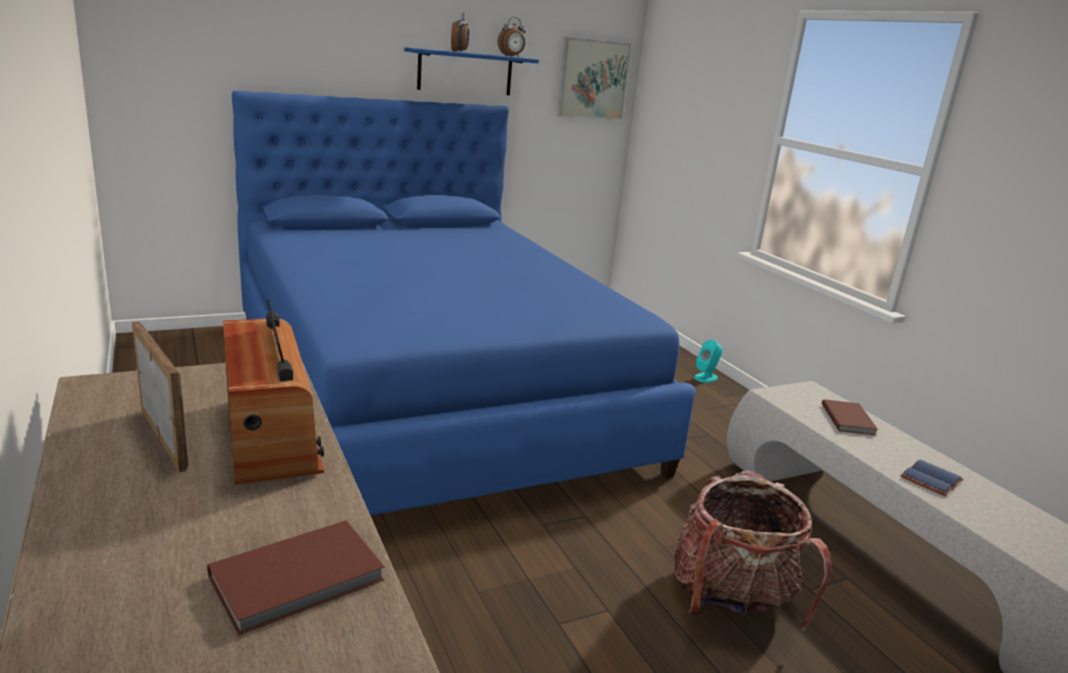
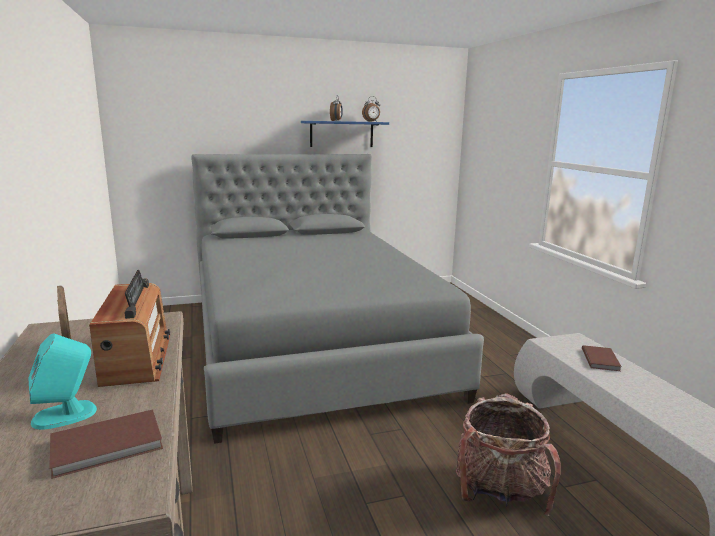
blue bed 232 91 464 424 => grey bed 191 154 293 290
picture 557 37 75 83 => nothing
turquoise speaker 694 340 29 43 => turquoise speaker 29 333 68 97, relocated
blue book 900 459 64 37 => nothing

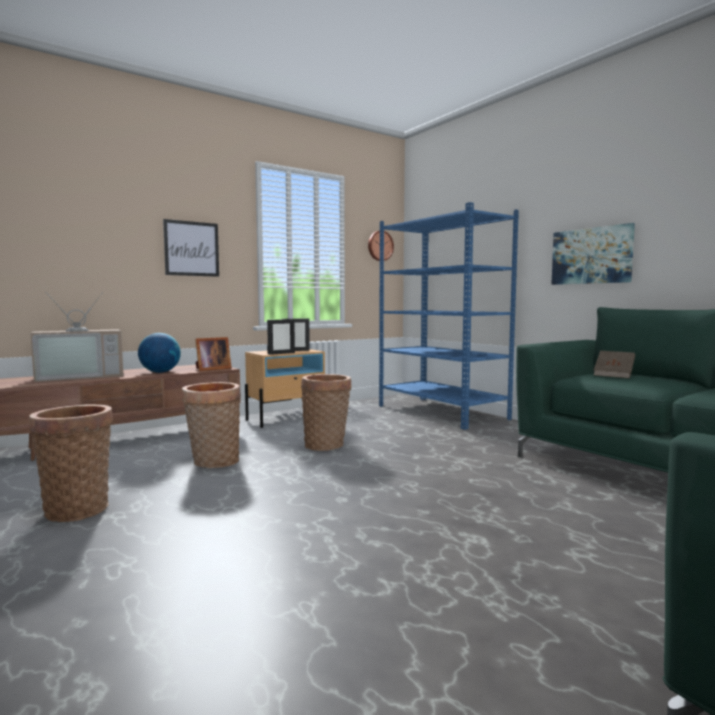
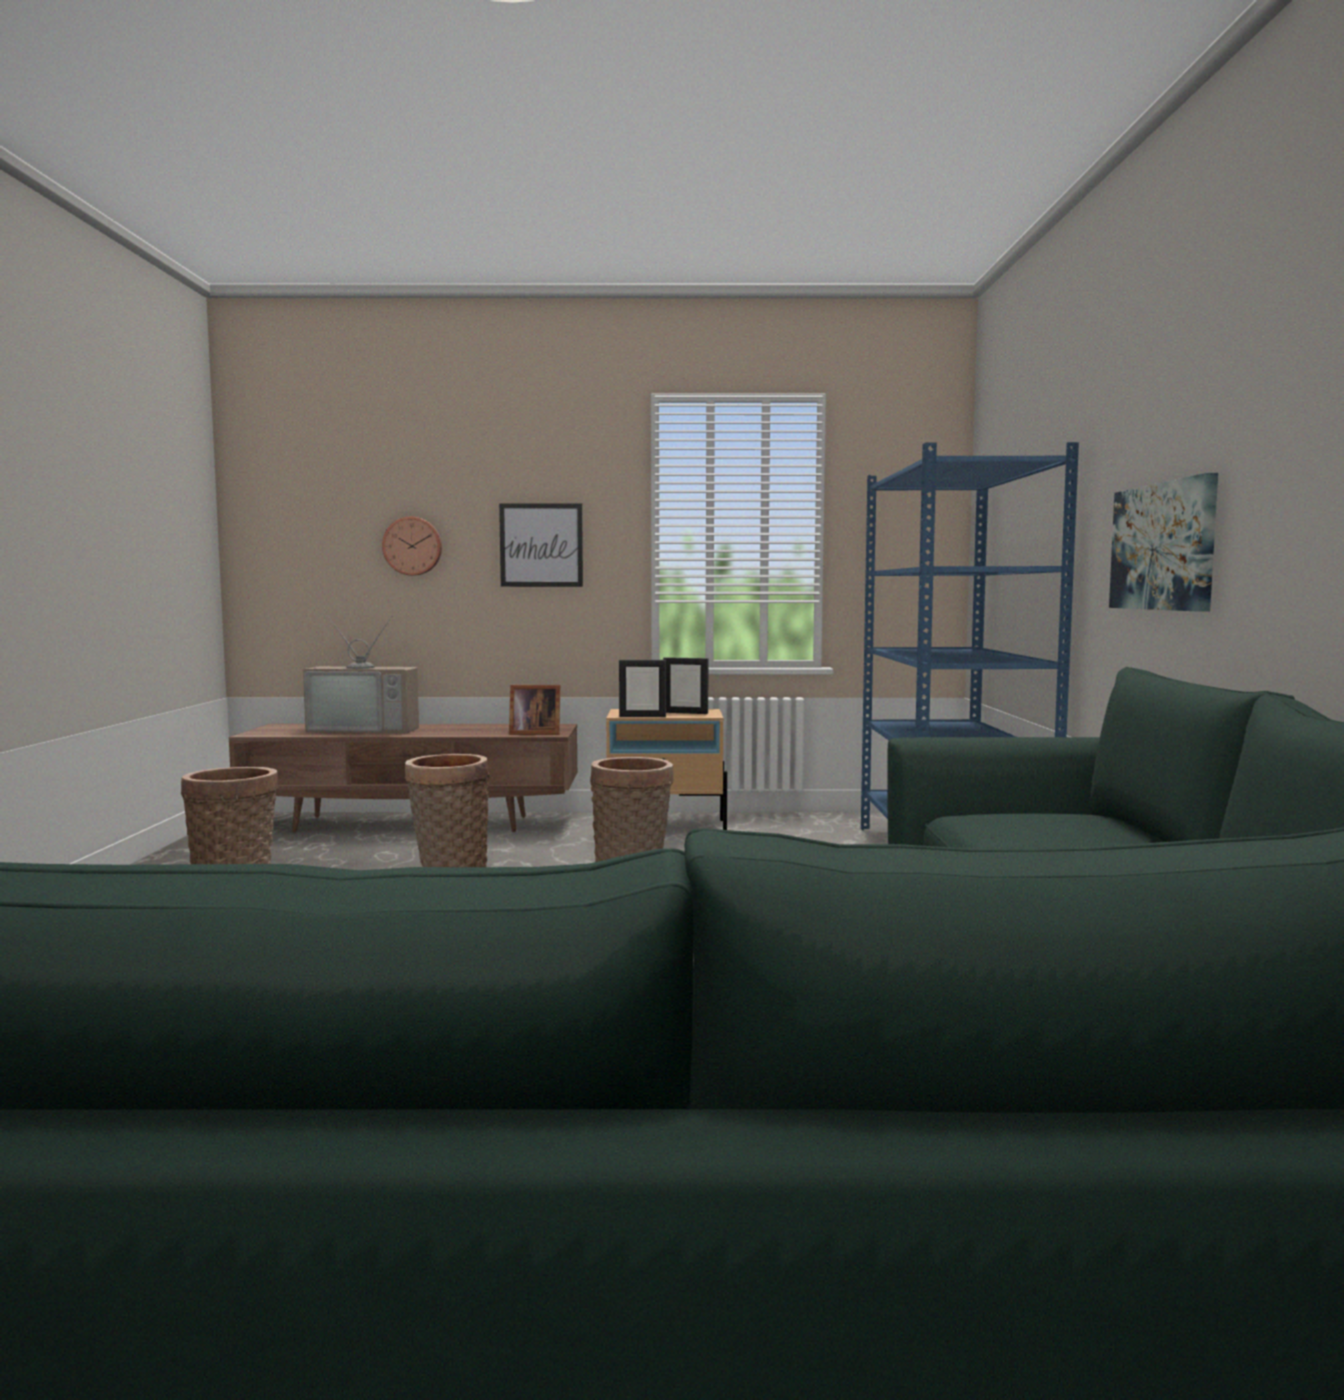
globe 138 333 43 40 => nothing
wall clock 368 231 26 30 => wall clock 382 517 60 59, relocated
brown book 594 351 41 27 => nothing

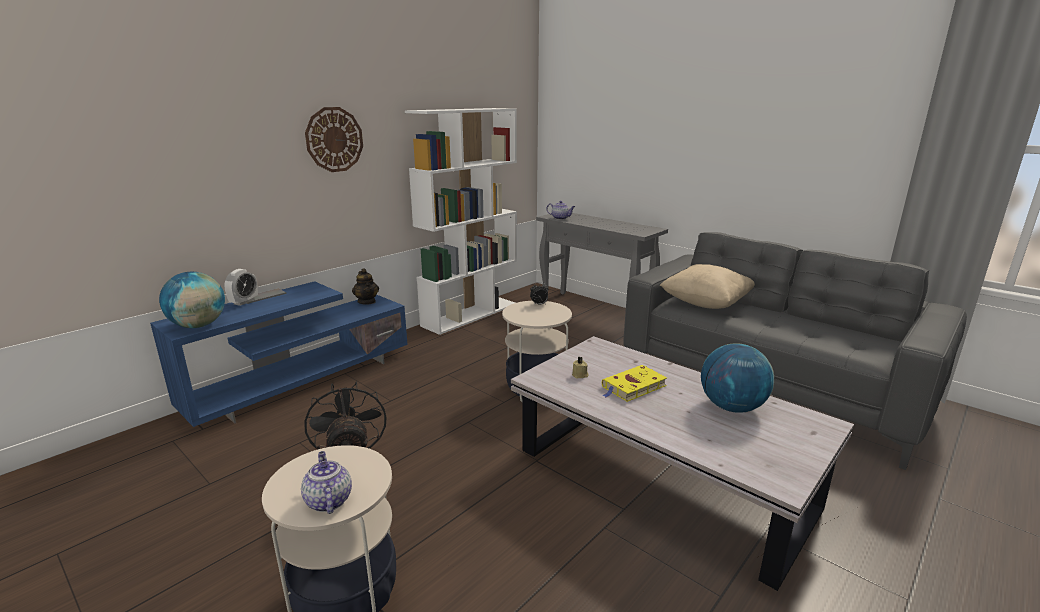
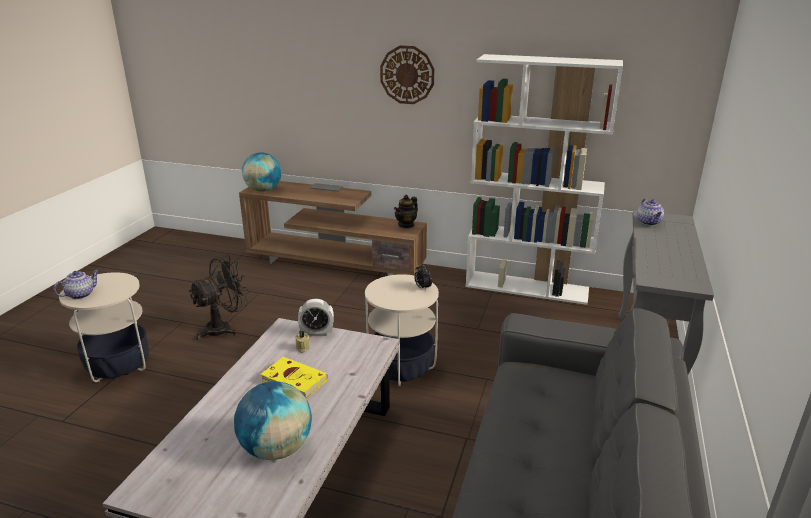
blue tv stand 150 281 258 146 => brown tv stand 239 181 188 95
alarm clock 224 269 34 37 => alarm clock 298 299 36 37, relocated
beige pillow 659 264 96 45 => nothing

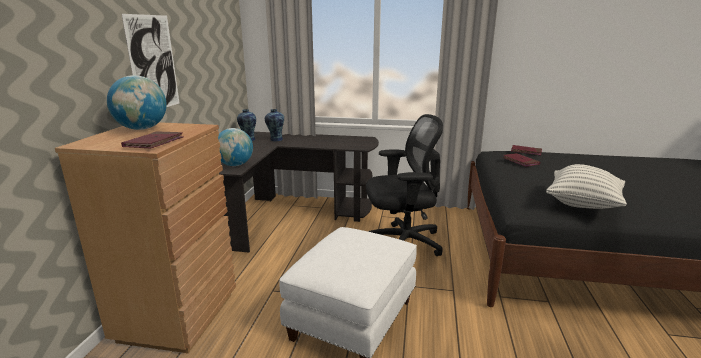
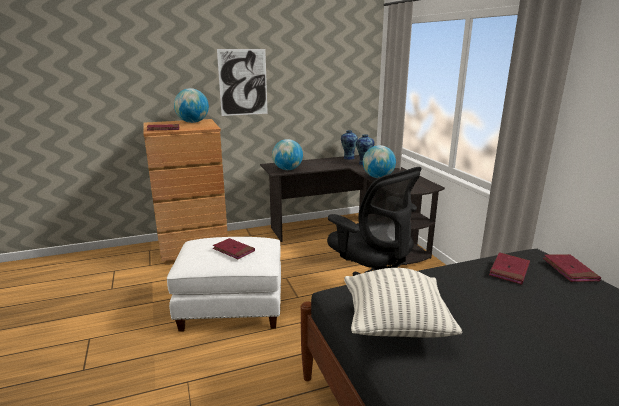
nothing => red book 212 238 43 21
nothing => globe 363 145 33 33

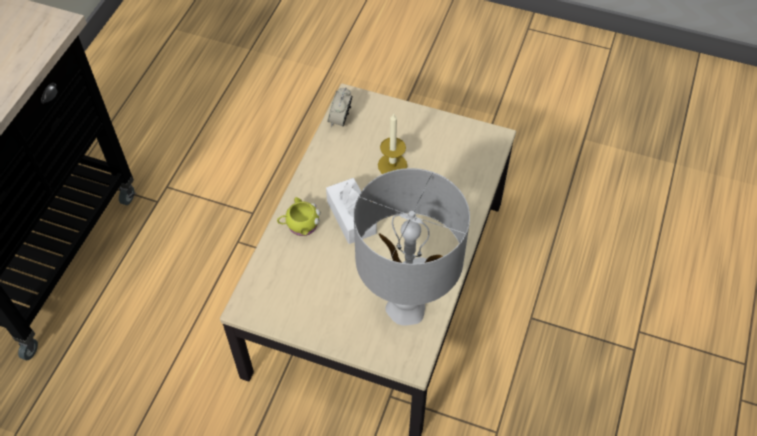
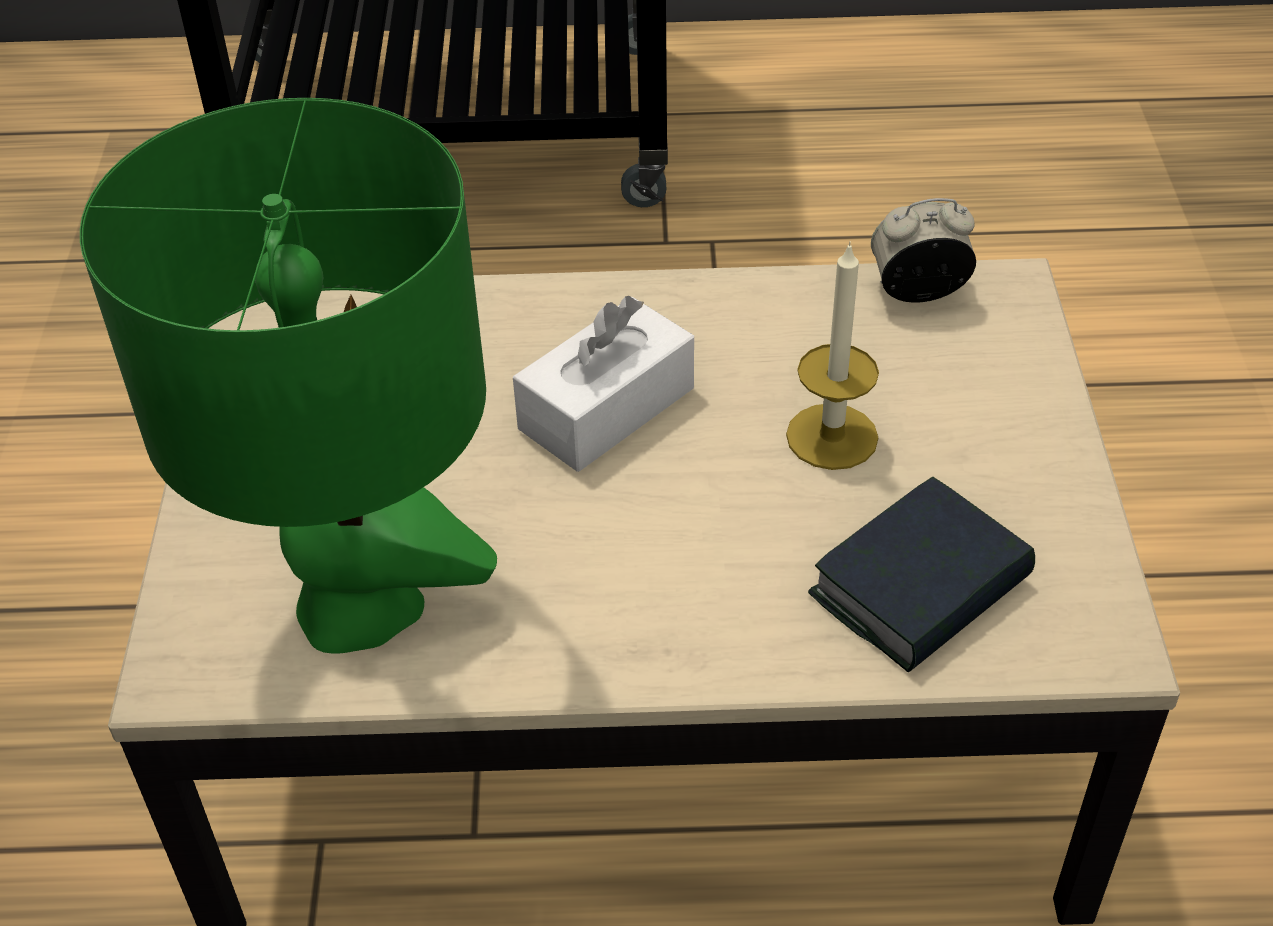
yellow mug 277 197 44 39 => nothing
grey table lamp 354 168 116 158 => green table lamp 80 98 417 555
nothing => book 808 477 227 195

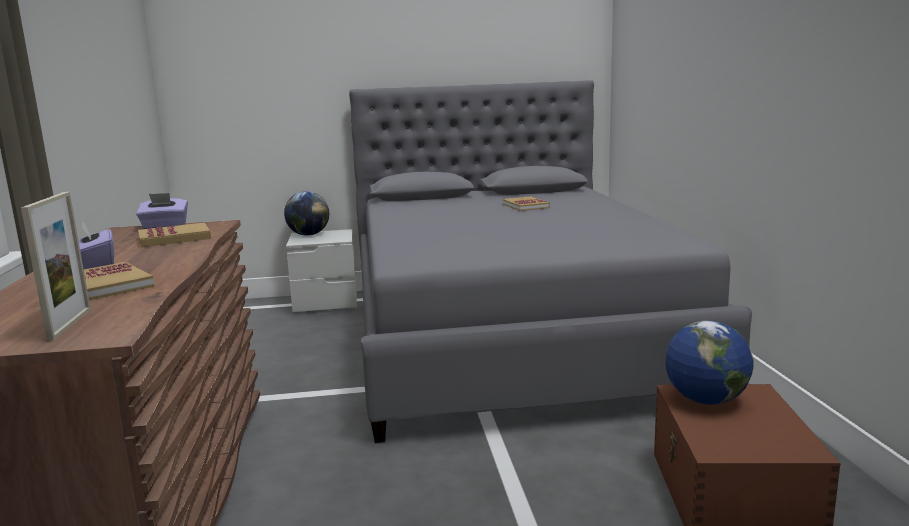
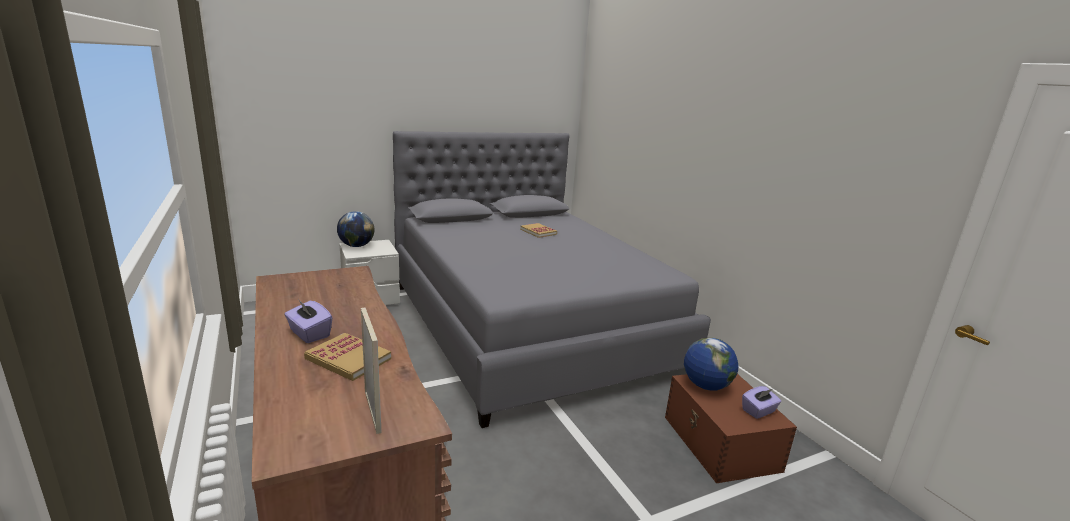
purple tissue box 136 193 52 36 => purple tissue box 742 386 39 33, relocated
book 138 223 73 24 => nothing

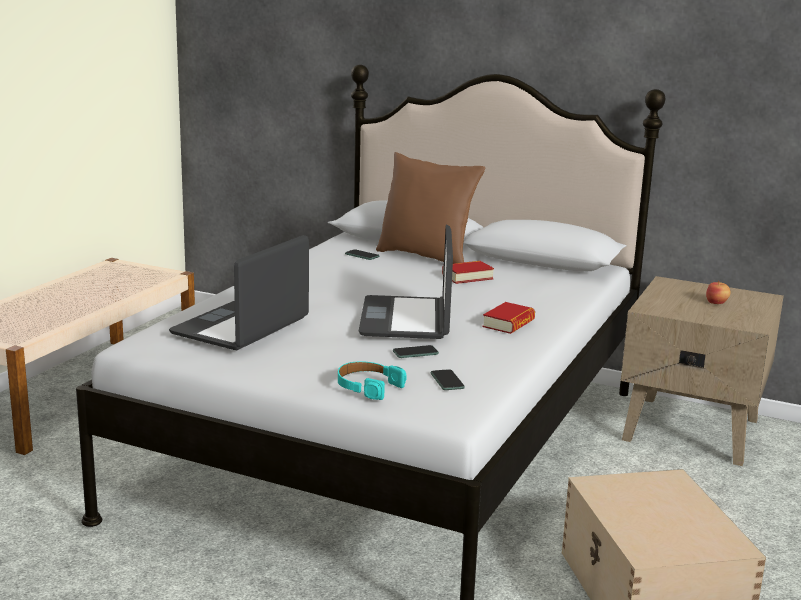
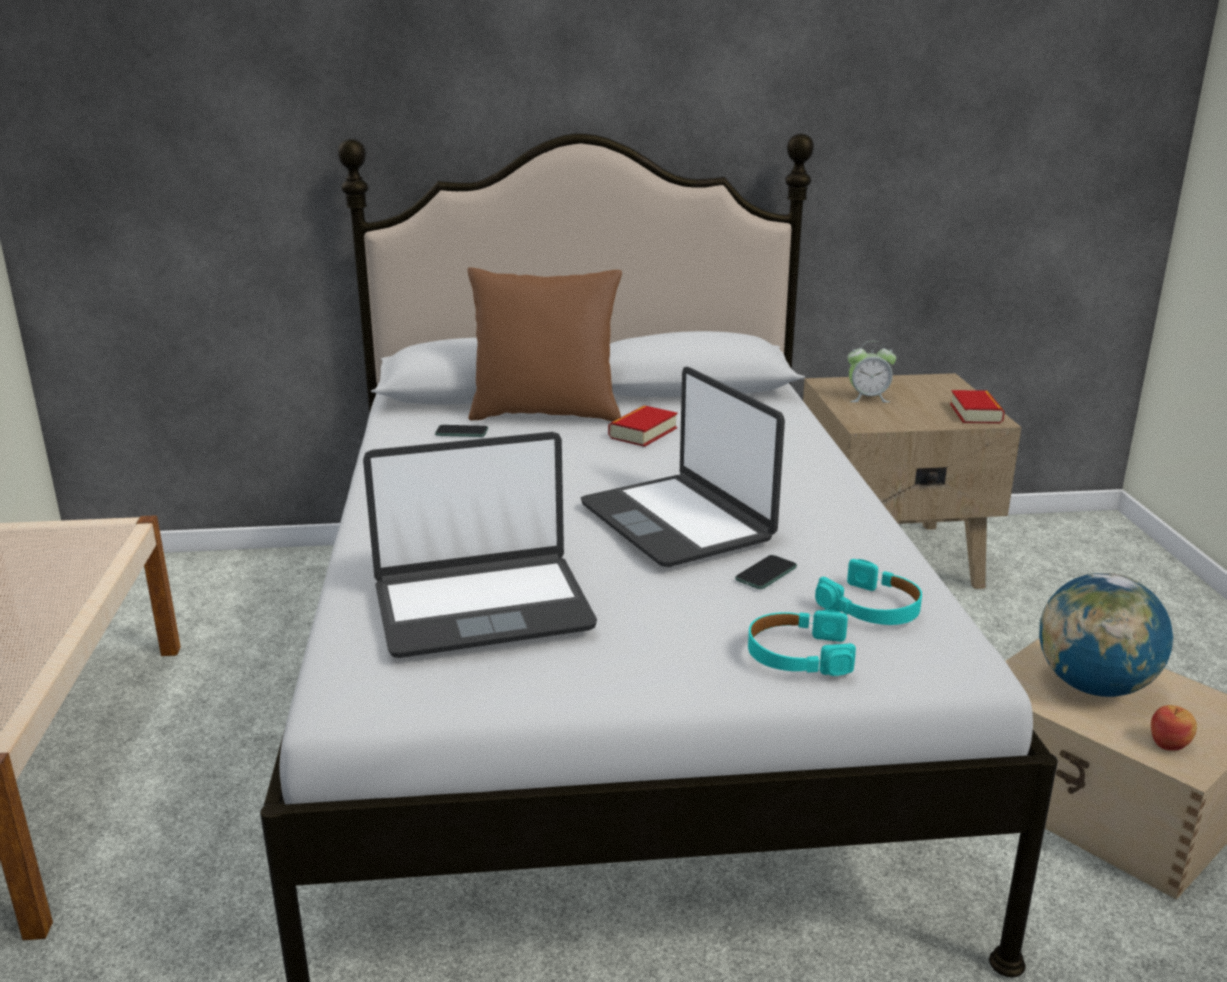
laptop 169 235 140 115 => laptop 363 432 234 226, 105 degrees counterclockwise
phone 431 369 34 21 => turquoise headphones 815 559 107 66
book 482 302 53 32 => book 950 390 55 34, relocated
apple 706 281 25 23 => apple 1151 705 46 46, relocated
nothing => alarm clock 848 341 48 61
nothing => globe 1039 573 134 124

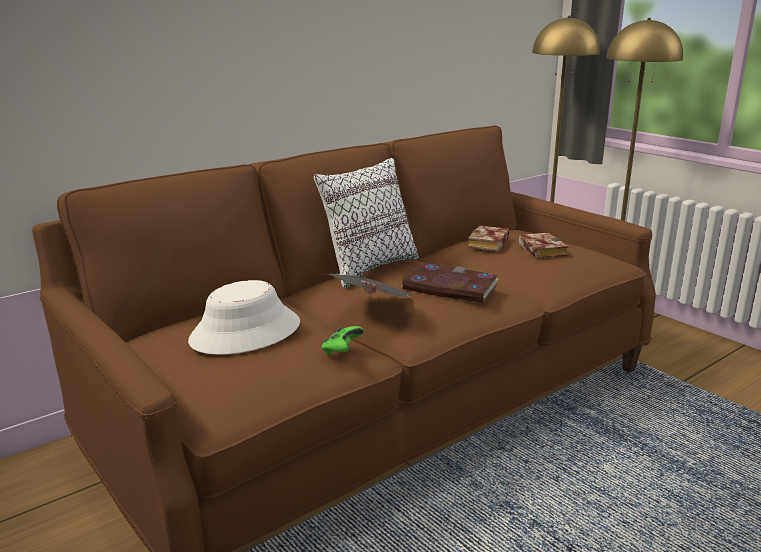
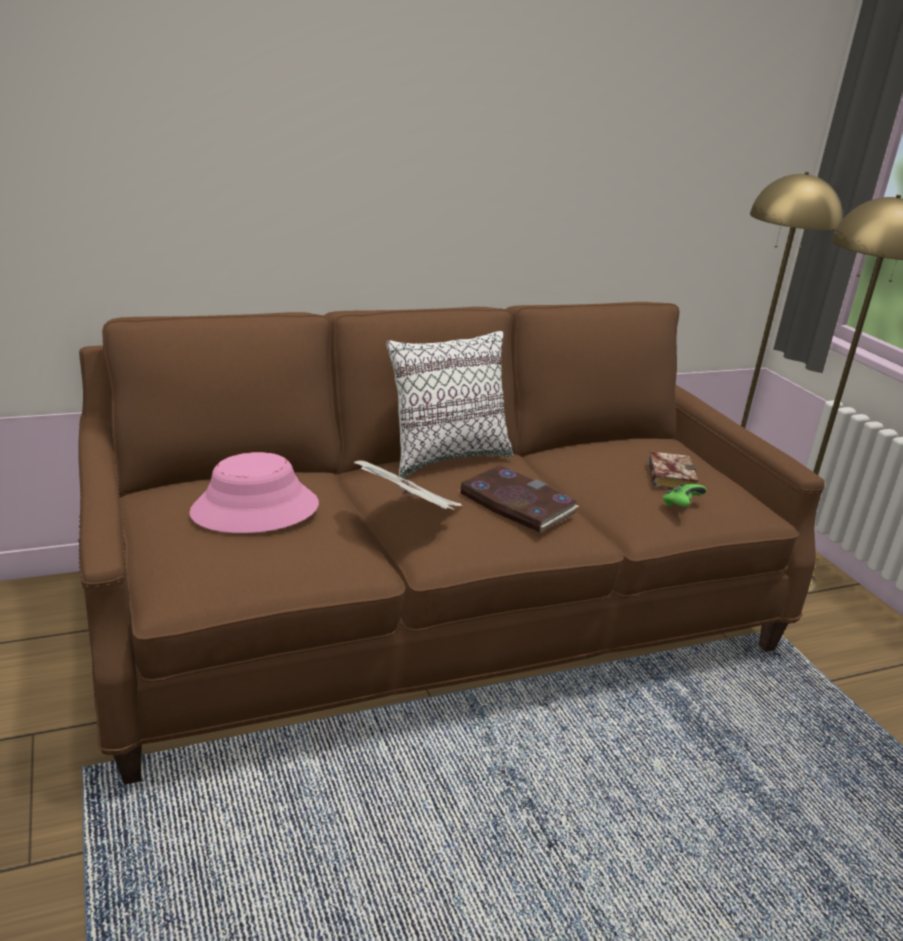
white hat 188 280 112 75 => pink hat 189 452 130 81
green game controller 321 326 43 29 => green game controller 663 483 44 24, relocated
book 468 225 42 26 => nothing

